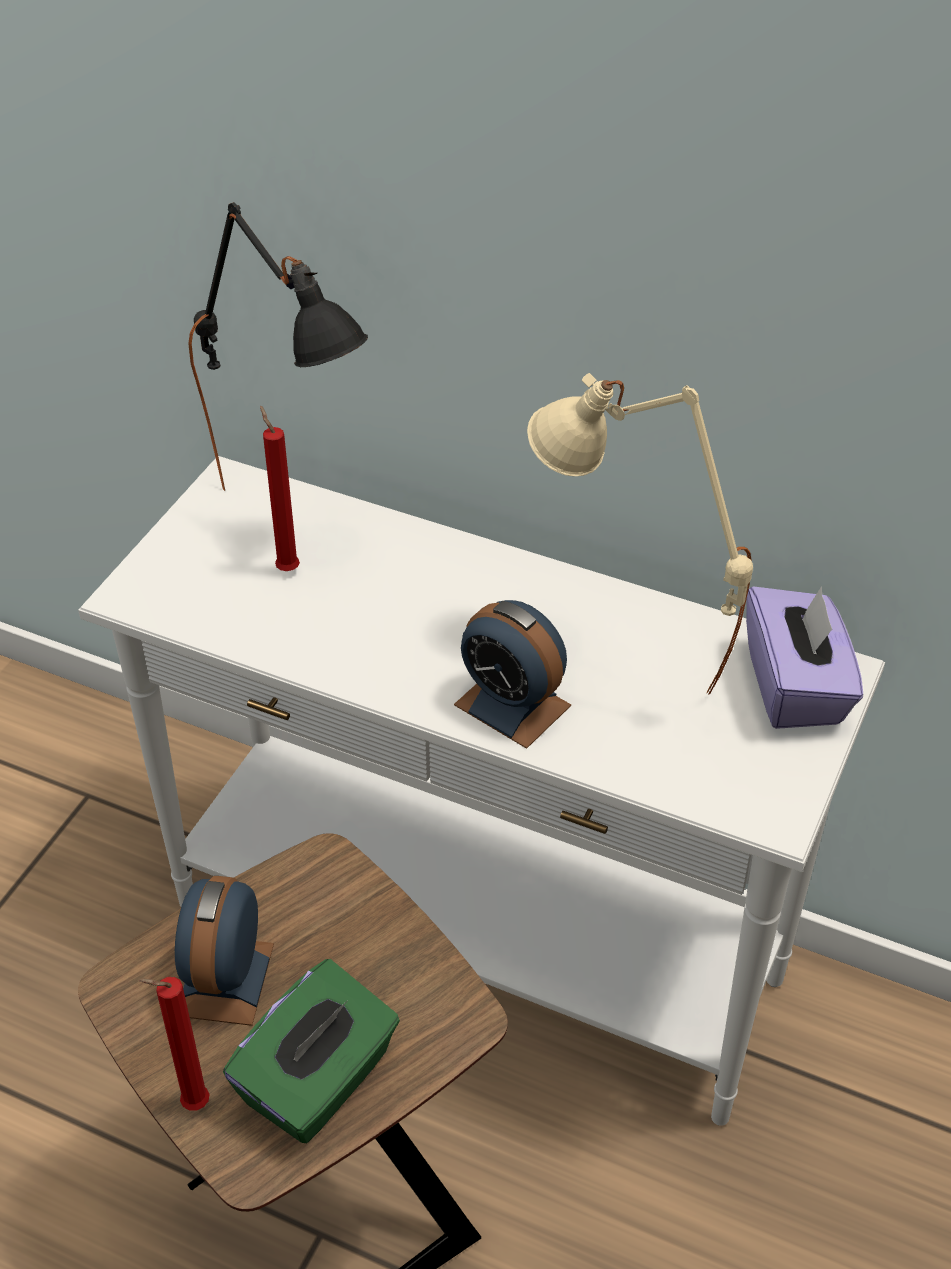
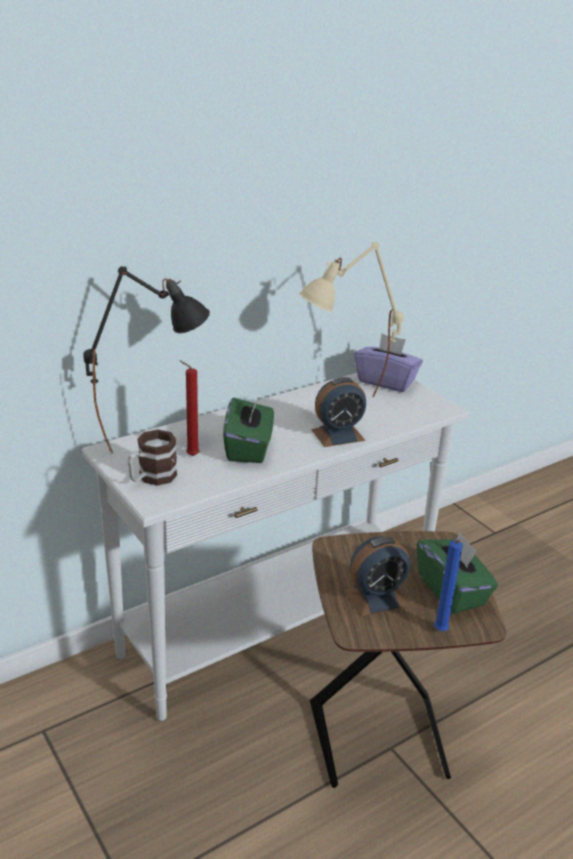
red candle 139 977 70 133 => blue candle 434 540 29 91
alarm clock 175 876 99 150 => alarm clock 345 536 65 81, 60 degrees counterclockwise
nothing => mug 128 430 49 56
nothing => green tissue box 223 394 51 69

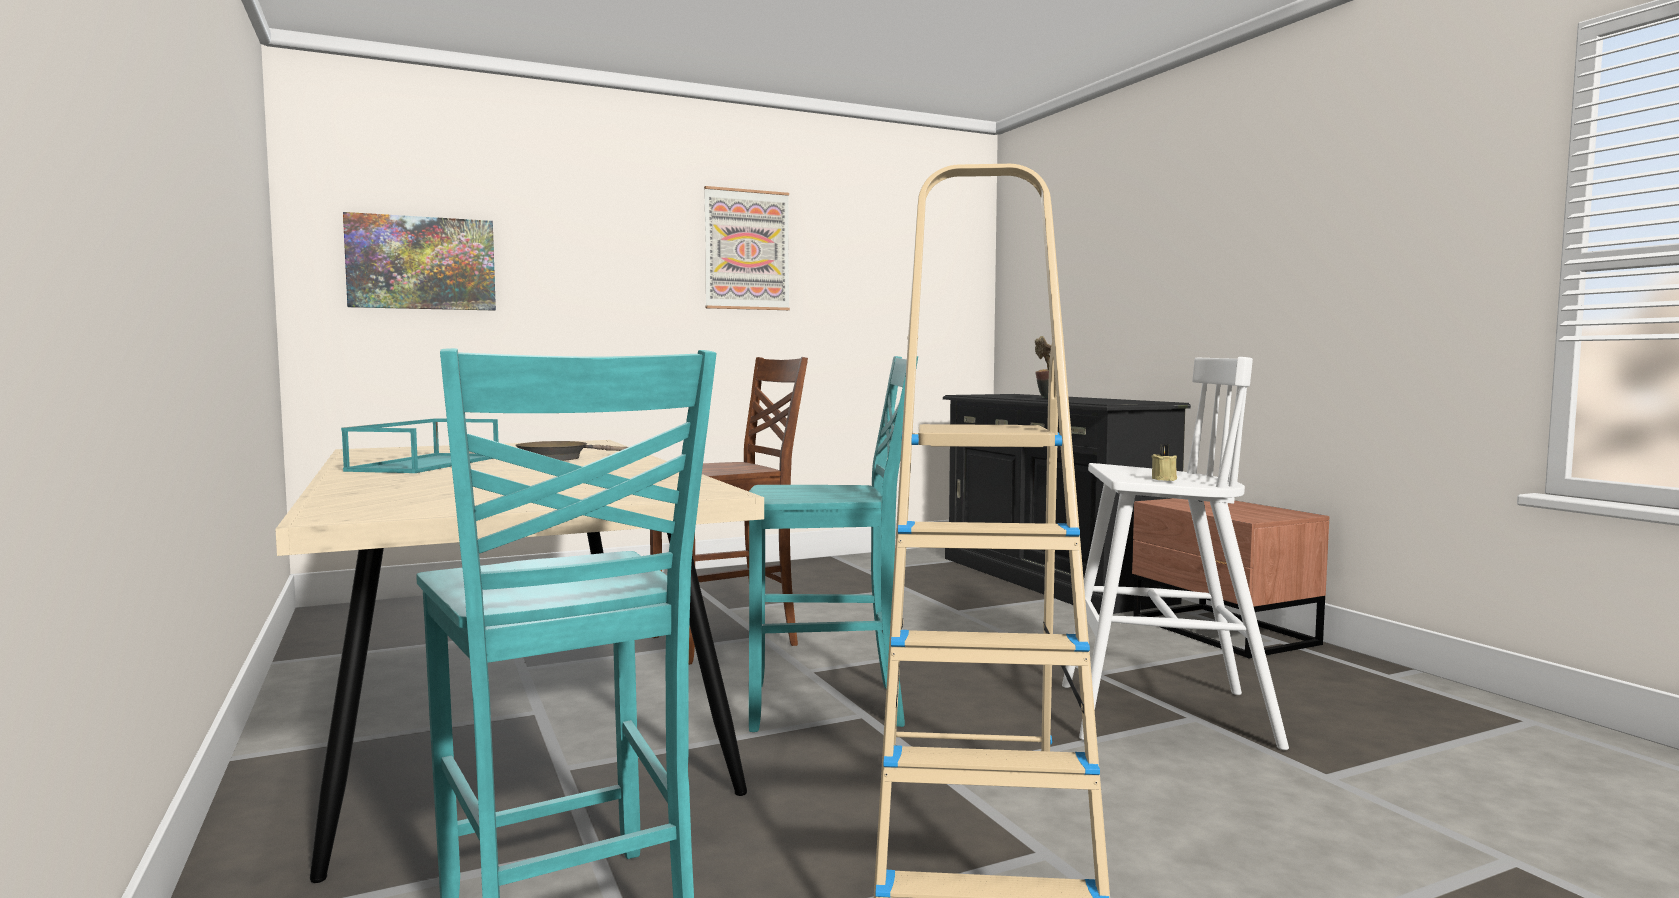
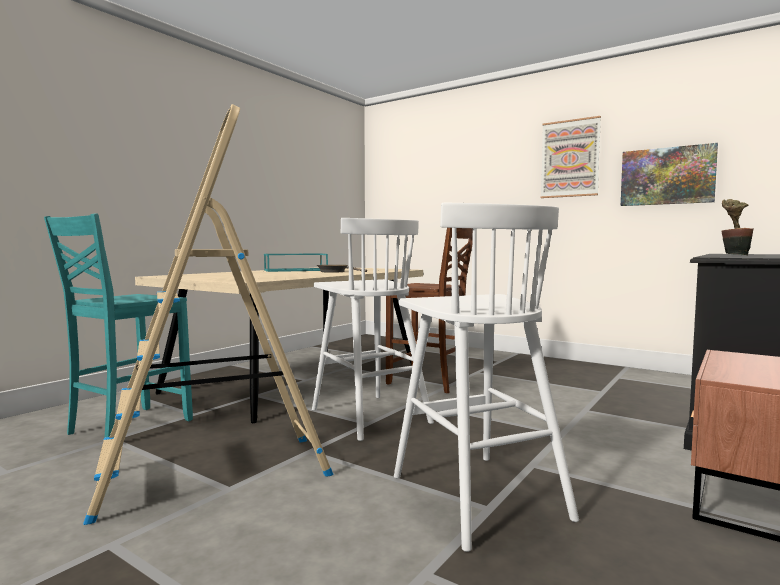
picture 343 212 153 99 => picture 621 143 97 63, relocated
turquoise chair 749 356 169 376 => white stool 312 218 122 223
beige candle 1151 444 26 37 => nothing

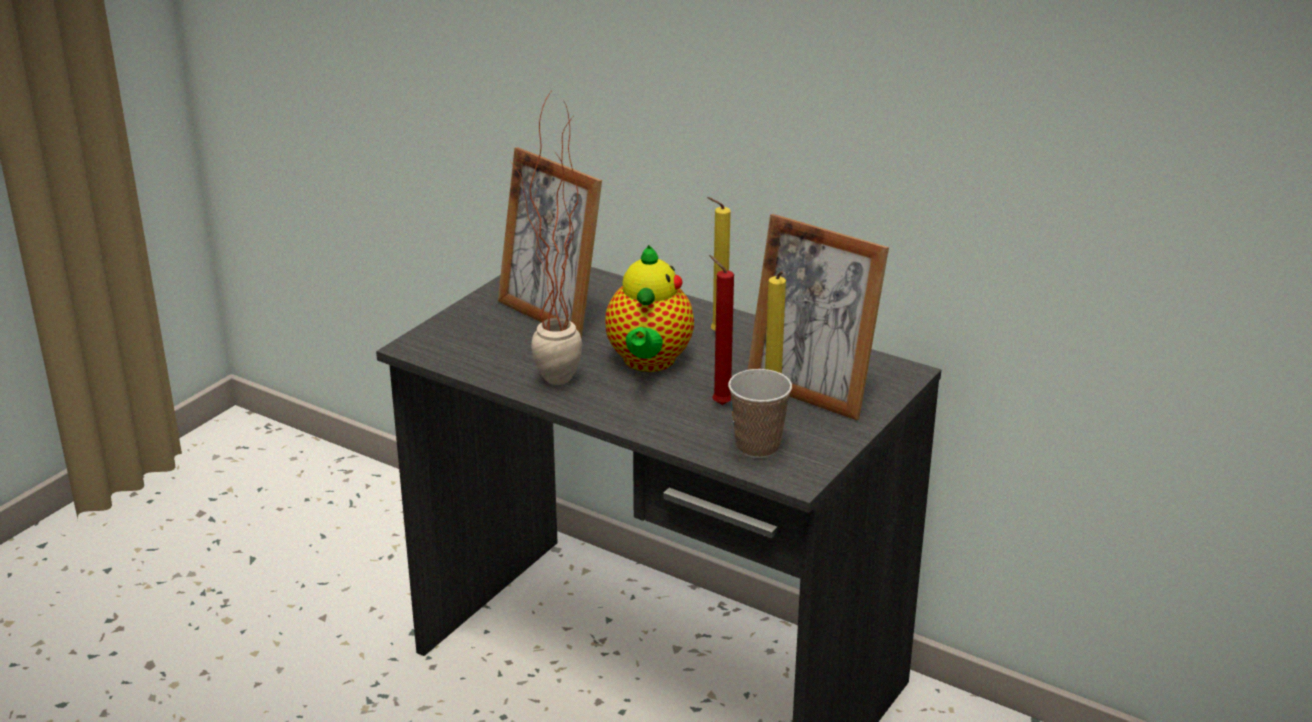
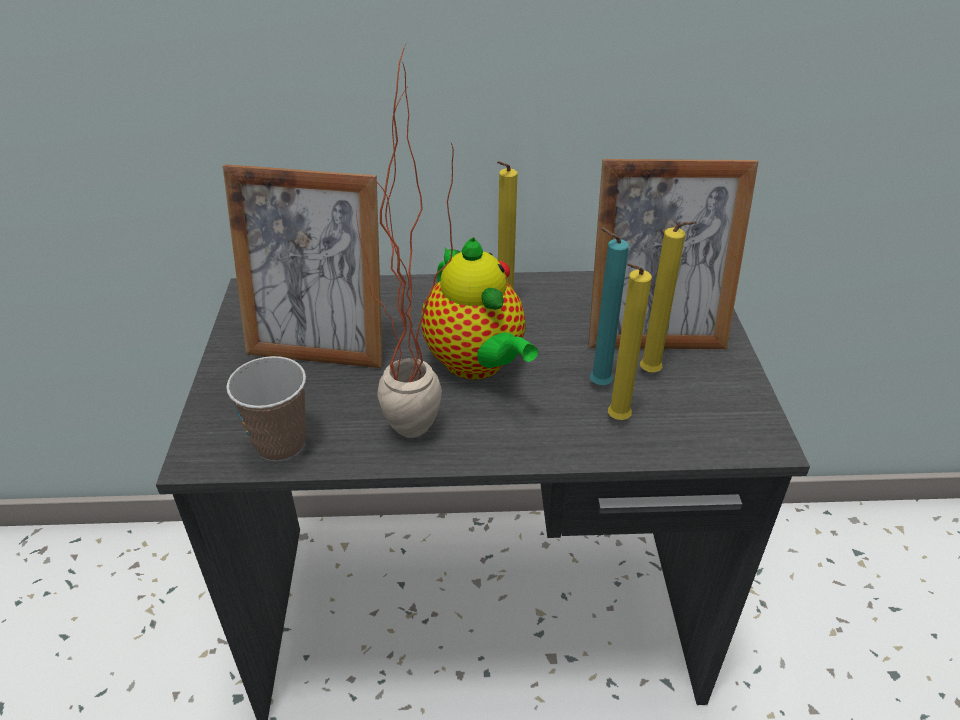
red candle 709 255 25 150 => turquoise candle 590 227 39 158
cup 728 369 64 89 => cup 226 356 80 106, relocated
nothing => yellow candle 608 263 44 157

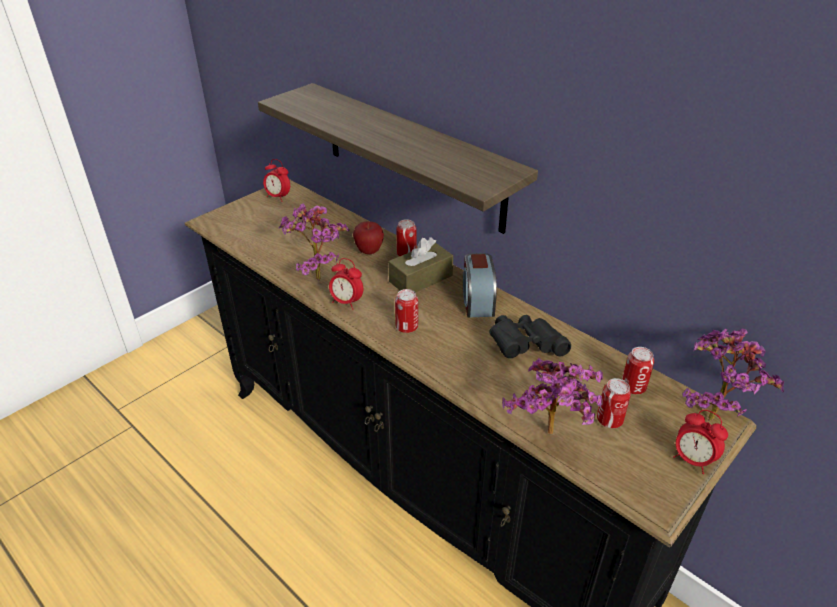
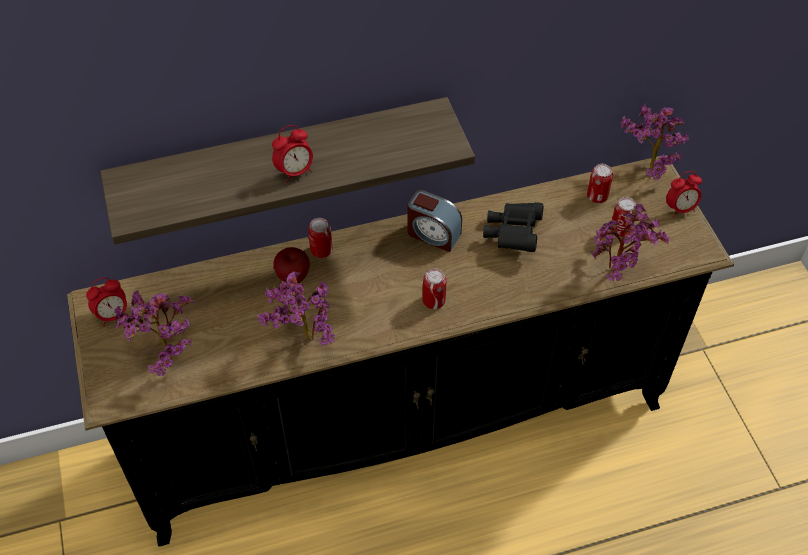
alarm clock 329 258 34 52 => alarm clock 272 125 41 58, relocated
brown tissue box 388 237 65 56 => nothing
nothing => potted plant 115 291 80 85

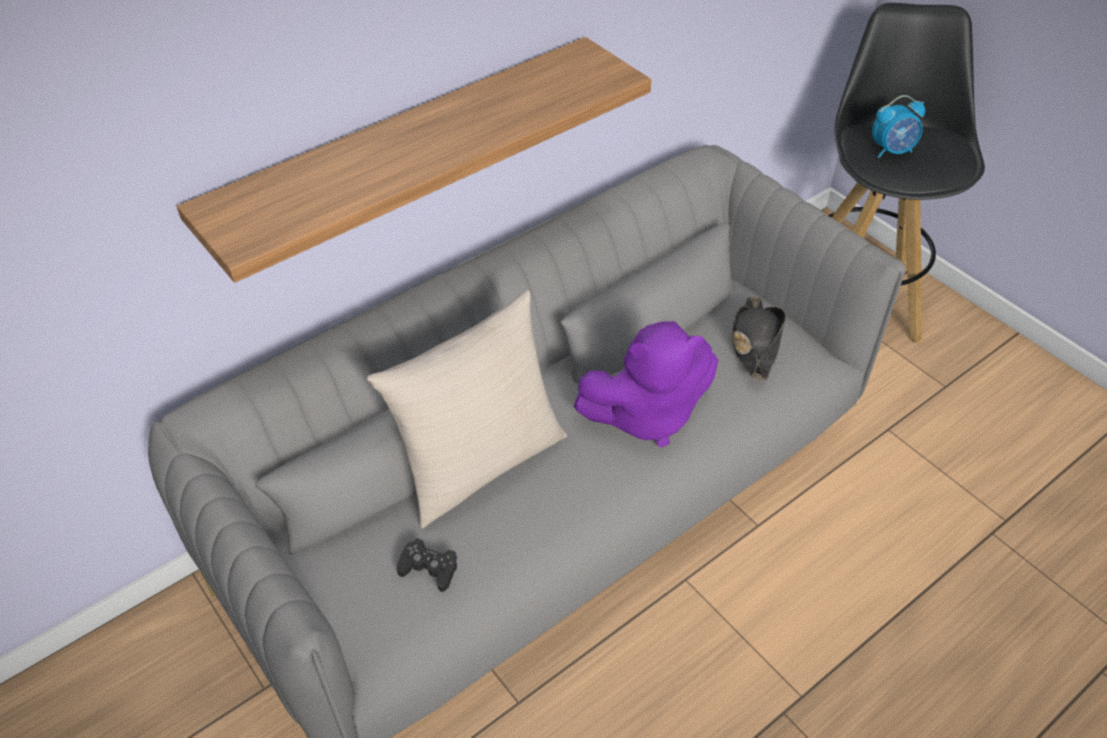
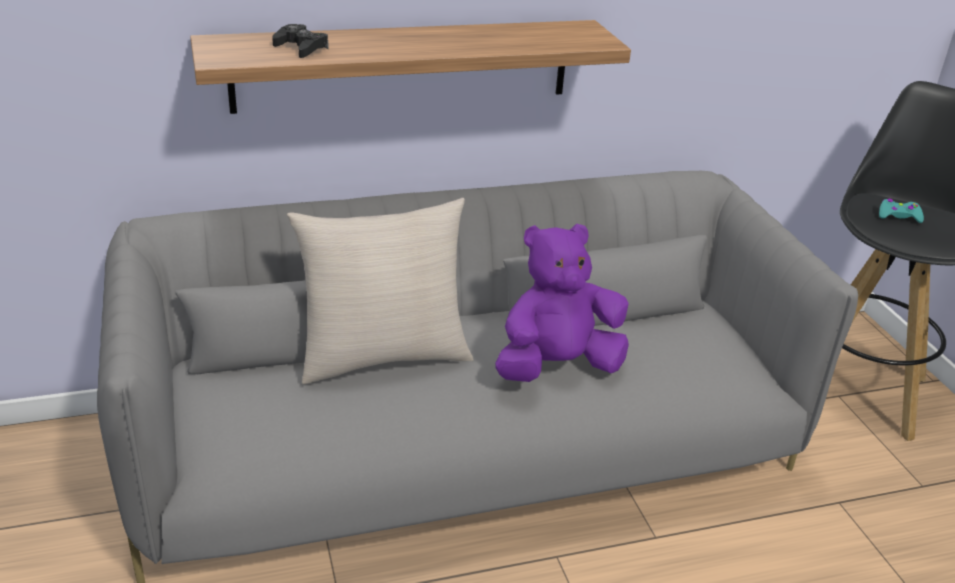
black game controller 397 538 60 54 => black game controller 272 24 57 34, relocated
purple plush toy 573 321 145 126 => purple plush toy 495 223 134 159, 150 degrees clockwise
black hat 731 296 55 85 => nothing
alarm clock 872 95 53 63 => turquoise game controller 879 199 45 24

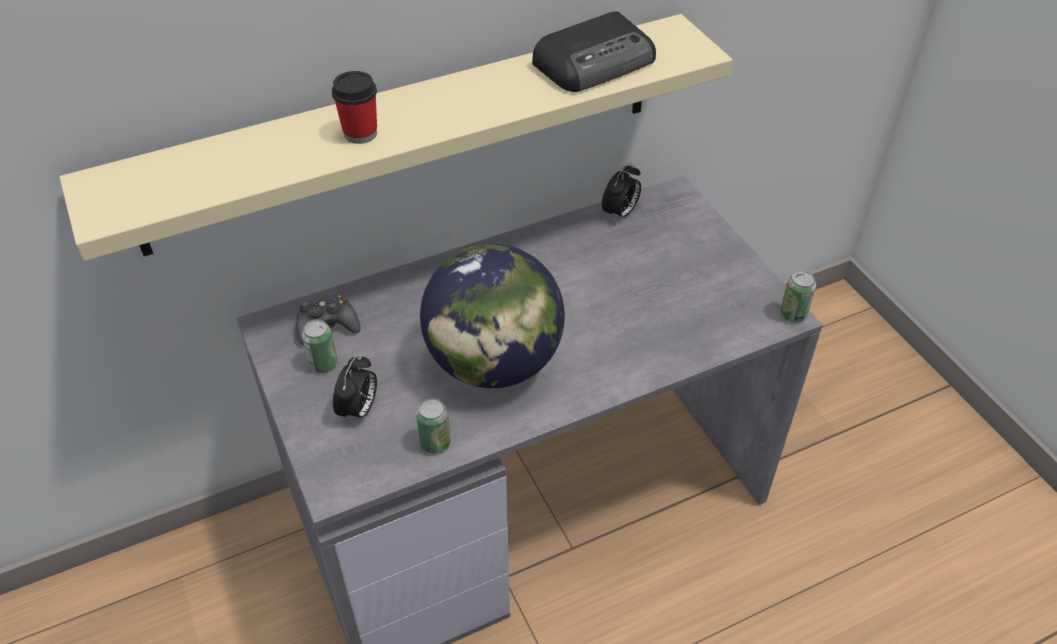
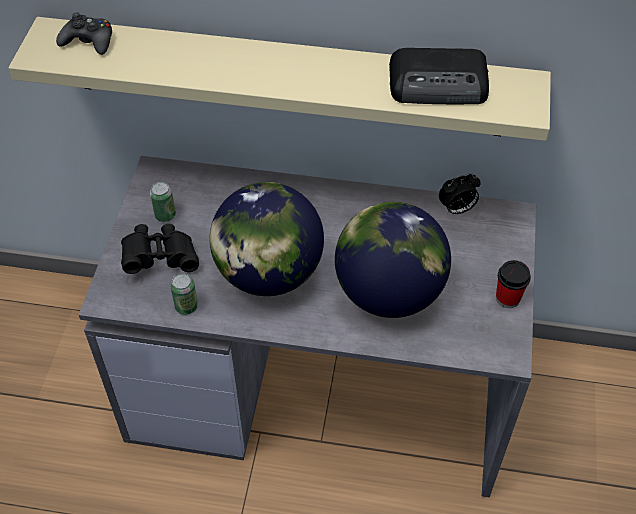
black game controller 296 295 64 50 => black game controller 56 12 56 43, relocated
cup 332 71 45 73 => cup 496 260 35 48, relocated
alarm clock 333 356 44 68 => black binoculars 121 224 78 50
can 780 270 36 53 => nothing
nothing => globe 335 202 116 116

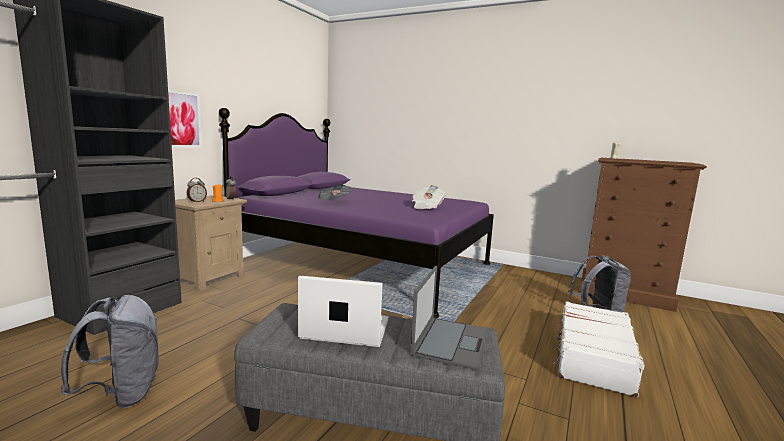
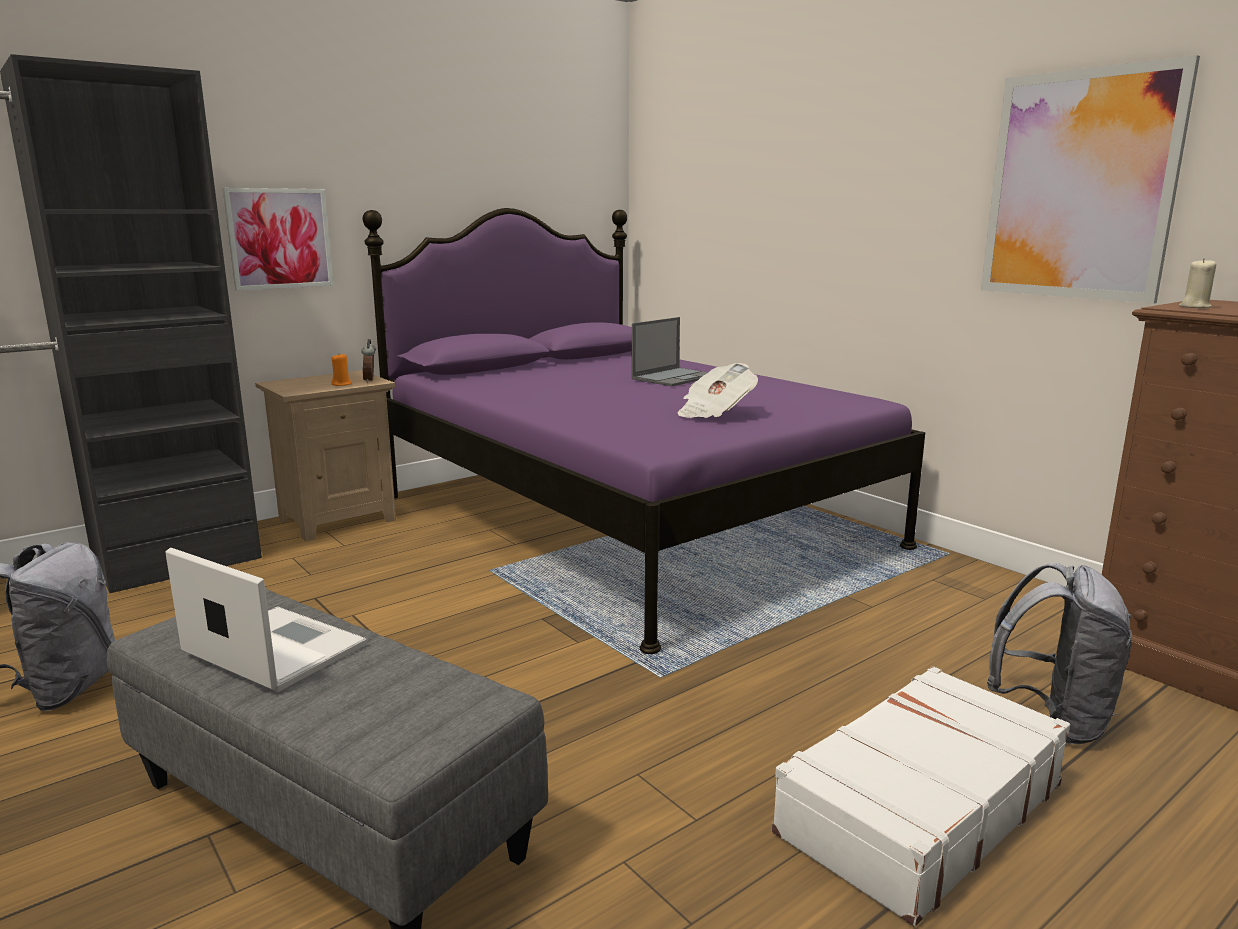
alarm clock 187 178 20 25 => nothing
newspaper 318 185 33 15 => nothing
laptop 410 266 77 104 => laptop 631 317 77 69, relocated
nothing => picture 981 55 219 249

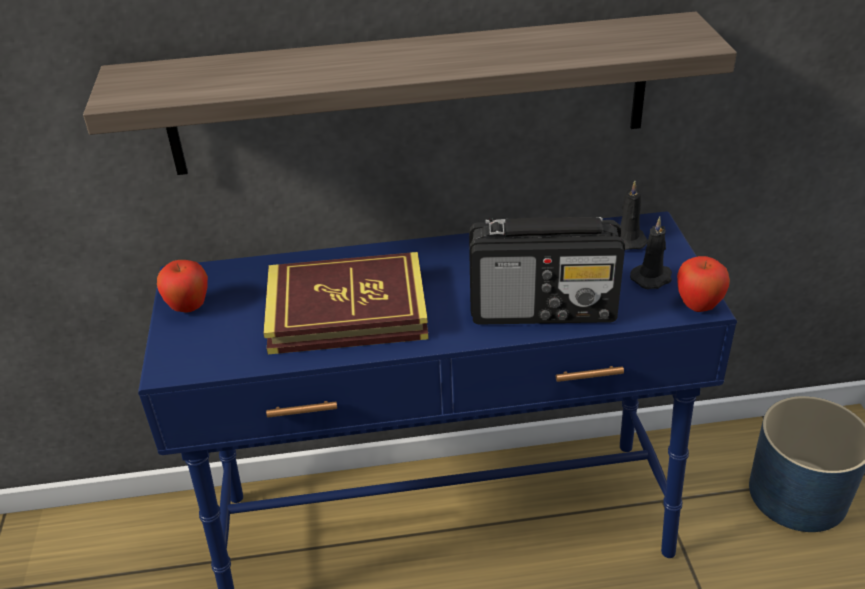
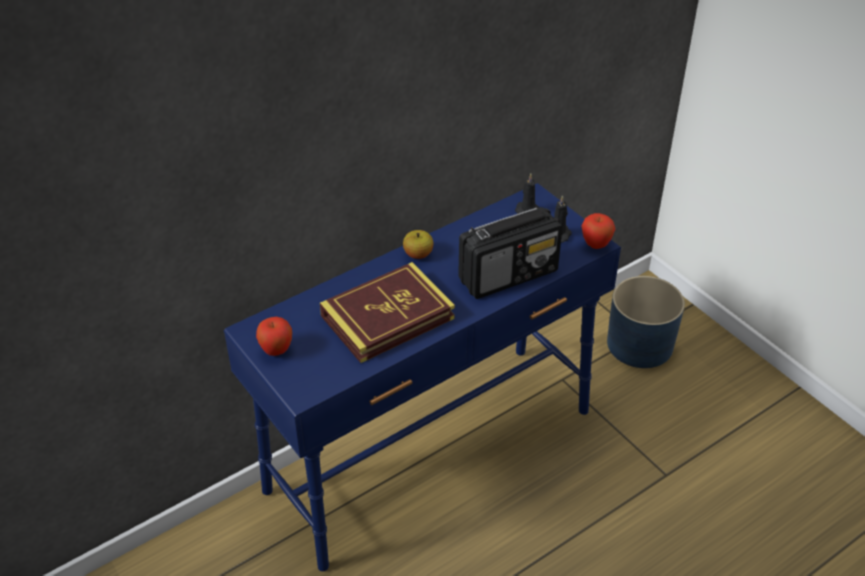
shelf 83 12 654 163 => nothing
nothing => apple 403 230 30 29

